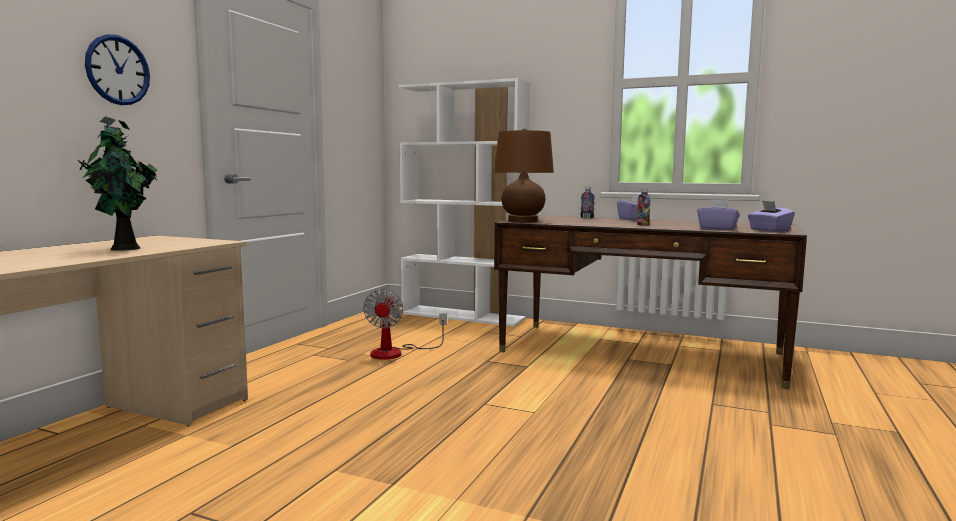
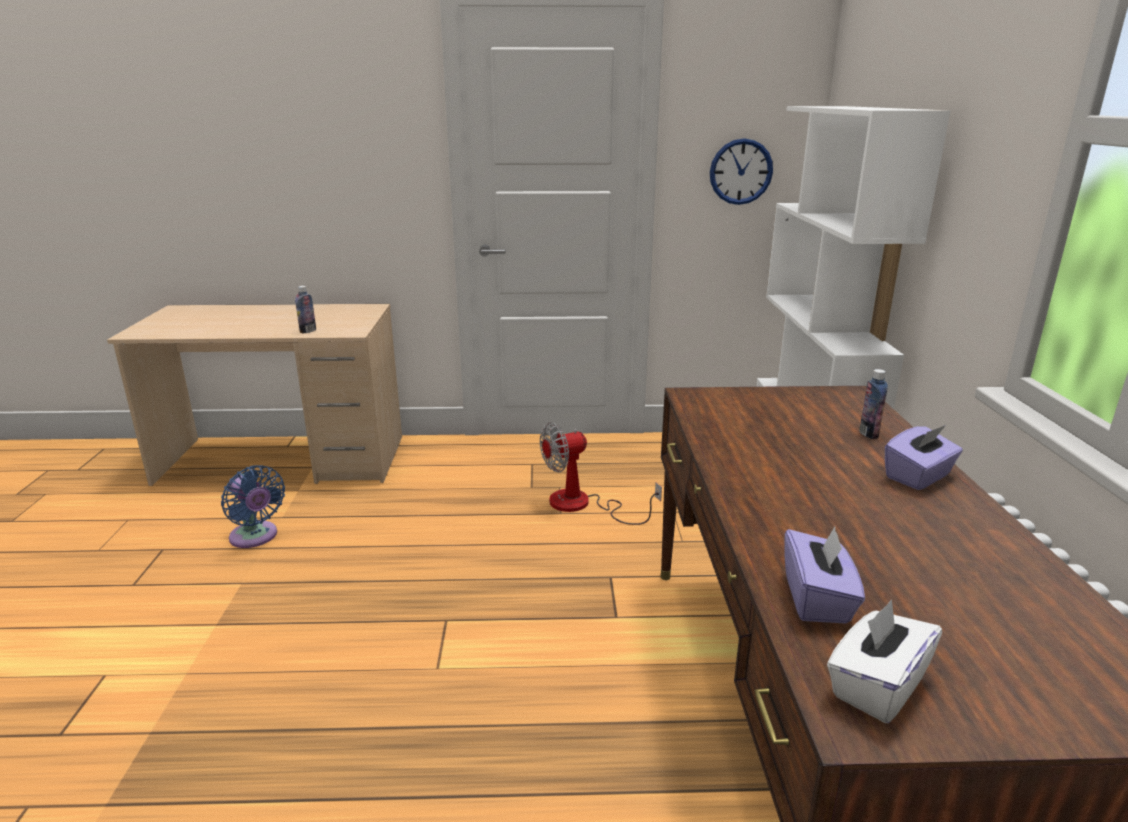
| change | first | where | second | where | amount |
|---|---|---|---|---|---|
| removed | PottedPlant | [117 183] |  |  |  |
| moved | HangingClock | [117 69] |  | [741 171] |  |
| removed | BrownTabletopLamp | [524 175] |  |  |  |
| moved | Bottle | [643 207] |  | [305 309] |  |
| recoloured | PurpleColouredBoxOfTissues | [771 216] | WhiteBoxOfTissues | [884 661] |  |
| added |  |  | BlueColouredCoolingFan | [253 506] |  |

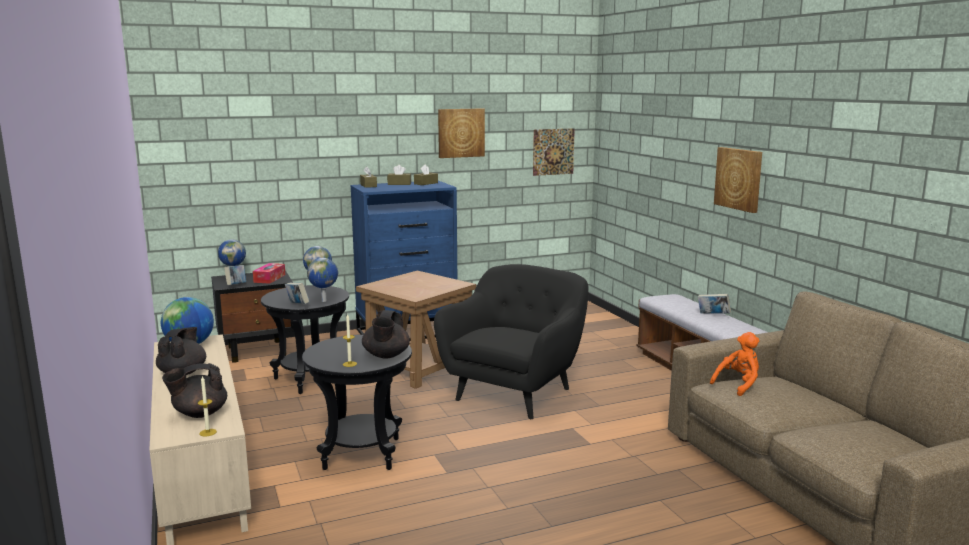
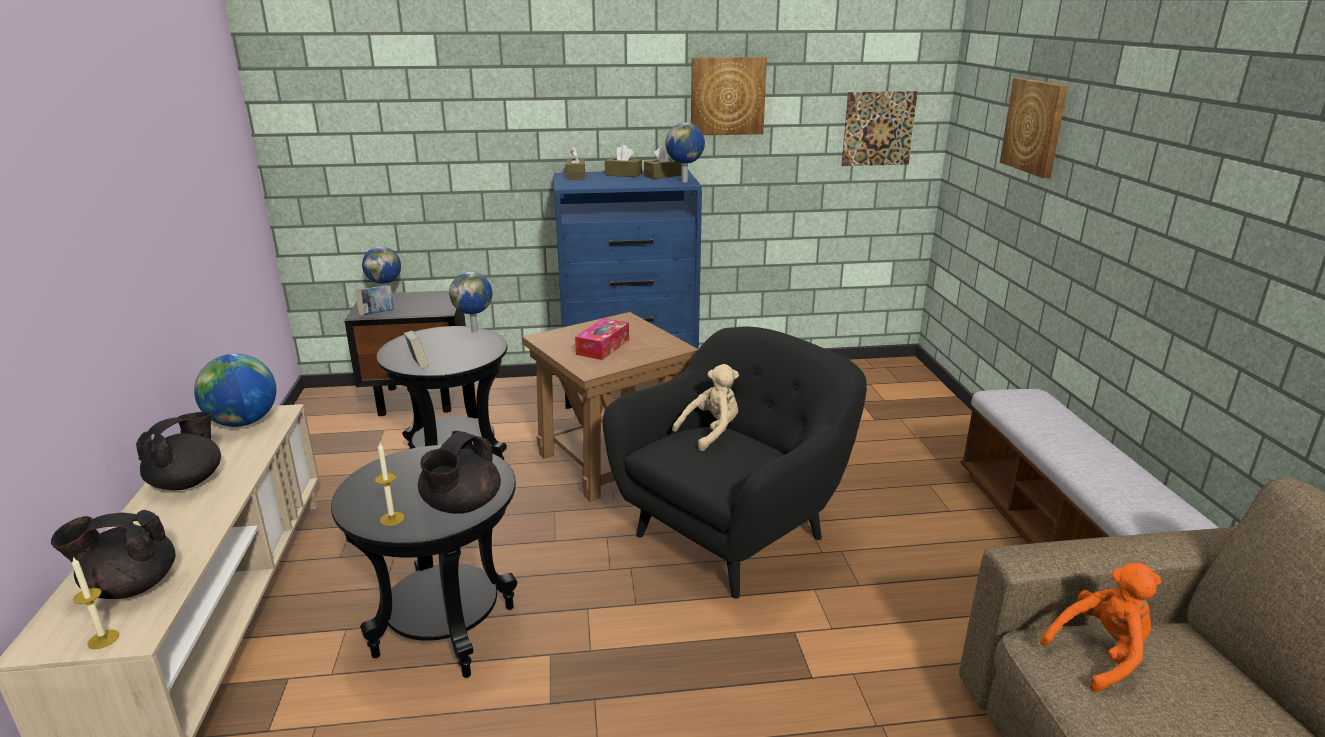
| change | first | where | second | where | amount |
|---|---|---|---|---|---|
| moved | BoxOfTissues | [269 273] |  | [602 339] |  |
| moved | WorldGlobe | [322 280] |  | [685 153] |  |
| removed | Book | [714 304] |  |  |  |
| moved | Picture | [738 180] |  | [1034 128] |  |
| added |  |  | SandColouredPlushToy | [705 407] |  |

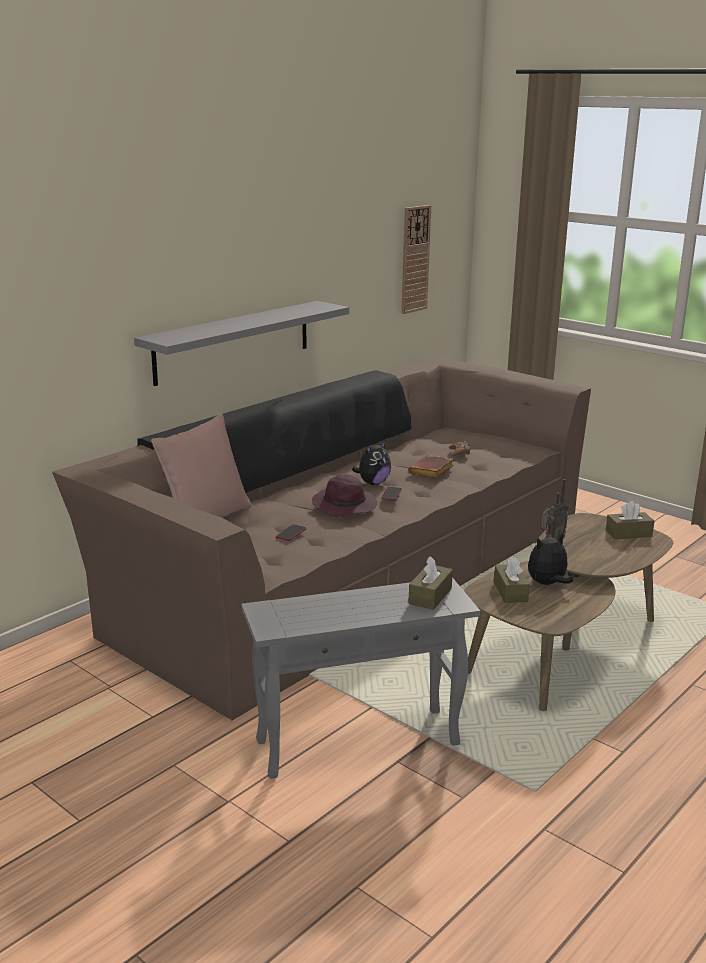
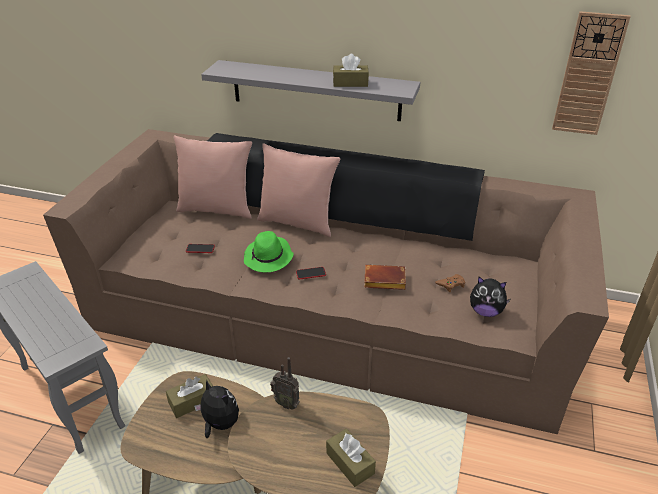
| change | first | where | second | where | amount |
|---|---|---|---|---|---|
| recoloured | PurpleColouredWearableHat | [345 495] | GreenishWearableHat | [269 252] |  |
| moved | PlushToy | [371 462] |  | [490 296] |  |
| moved | BrownBoxOfTissues | [430 583] |  | [351 70] |  |
| added |  |  | PinkishPillow | [298 190] |  |

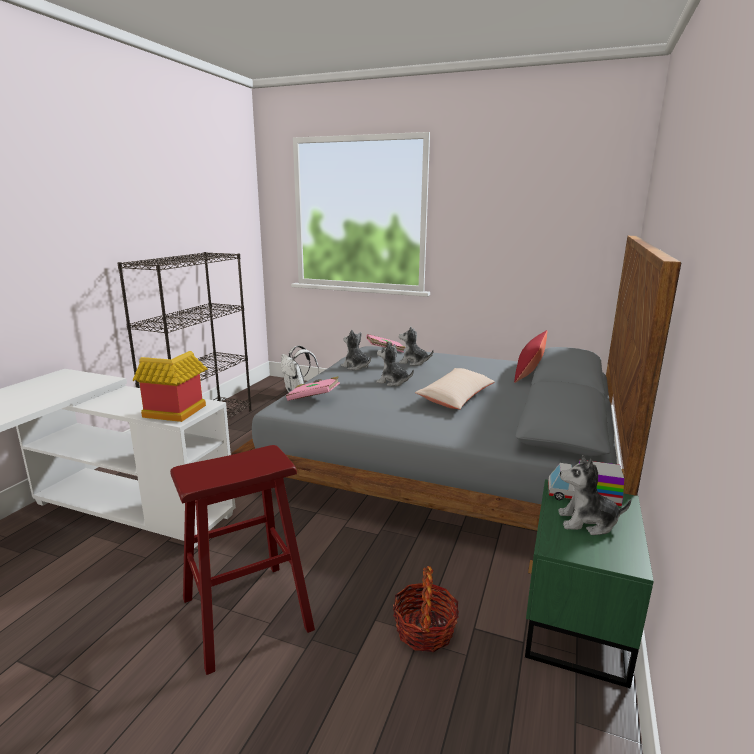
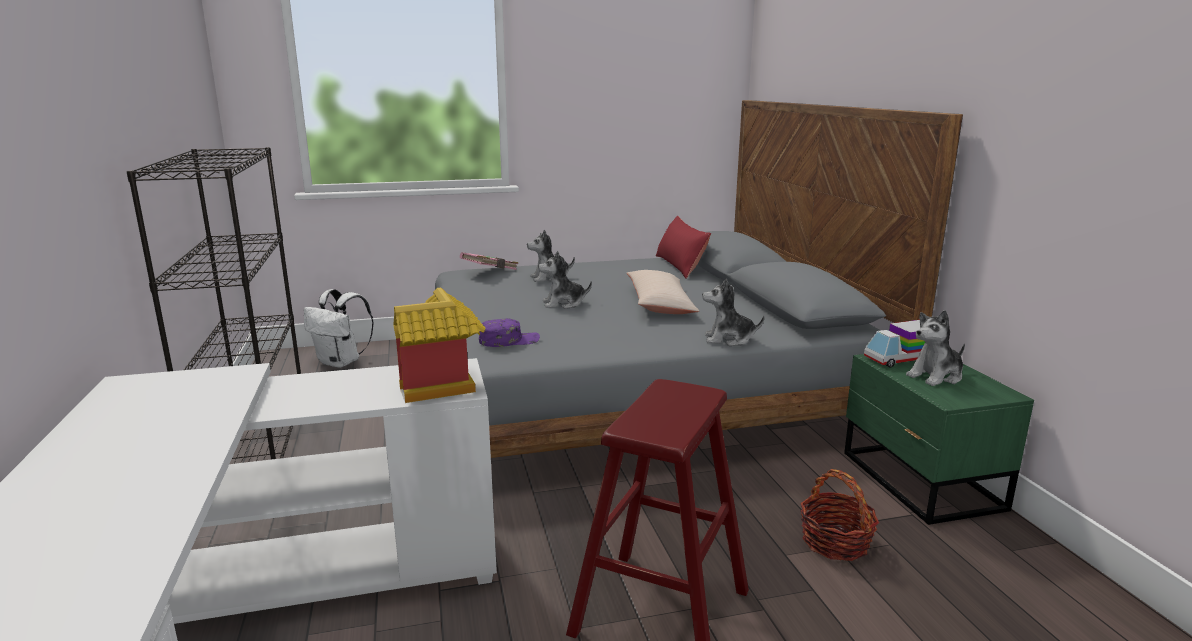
| change | first | where | second | where | amount |
|---|---|---|---|---|---|
| replaced | PinkishBook | [313 388] | PurpleColouredPeakedCap | [509 332] |  |
| moved | PlushToy | [356 350] |  | [733 312] |  |

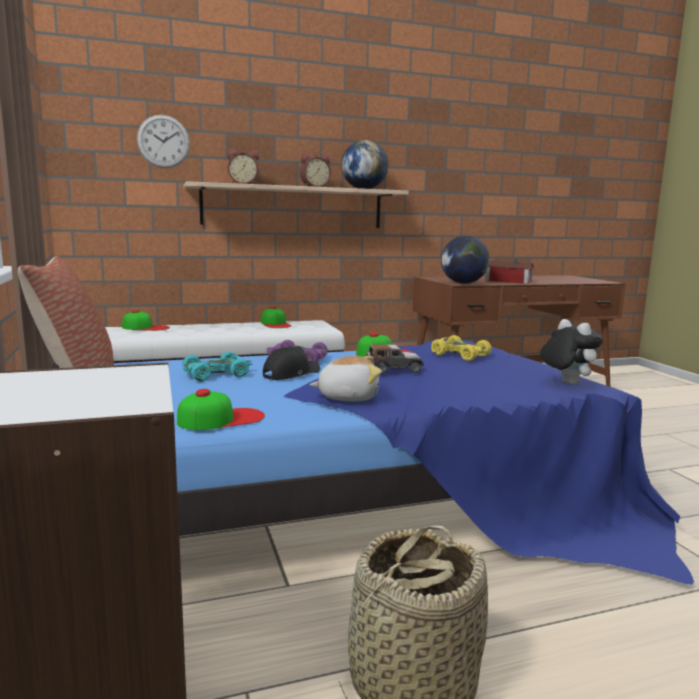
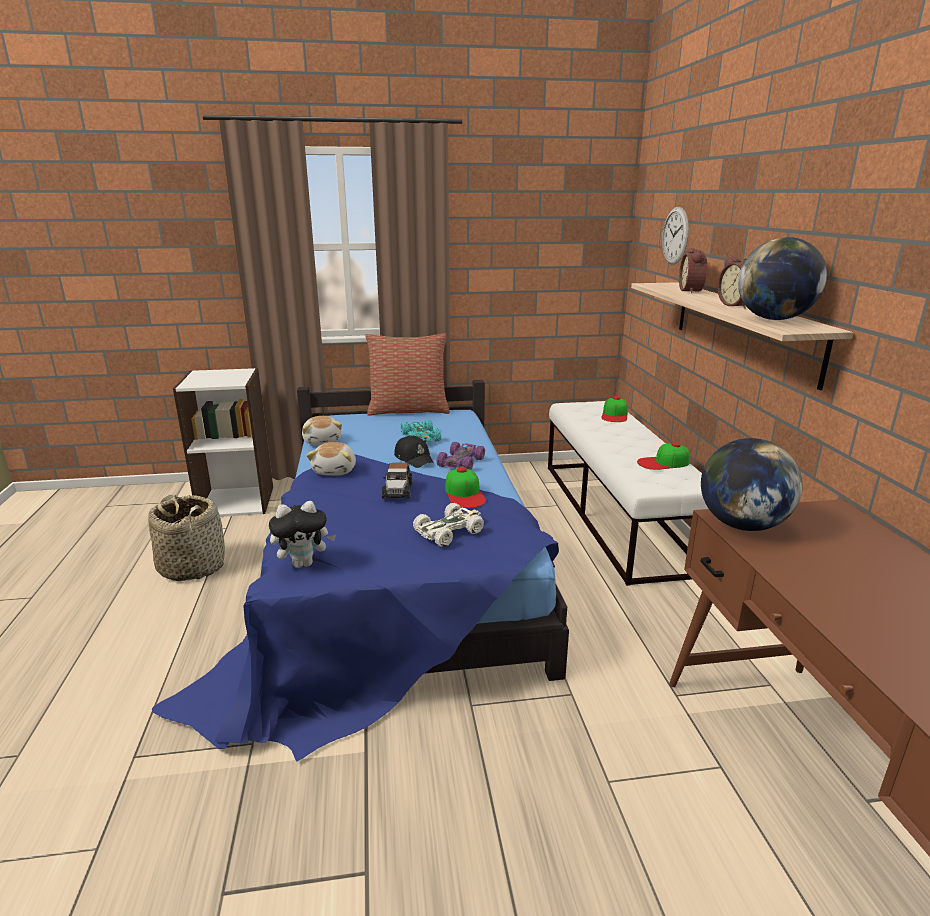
| change | first | where | second | where | amount |
|---|---|---|---|---|---|
| replaced | PeakedCap | [221 409] | PlushToy | [322 430] |  |
| recoloured | YellowColouredMiniatureCar | [461 348] | WhiteMiniatureCar | [448 525] |  |
| removed | MiniatureHouse | [510 271] |  |  |  |

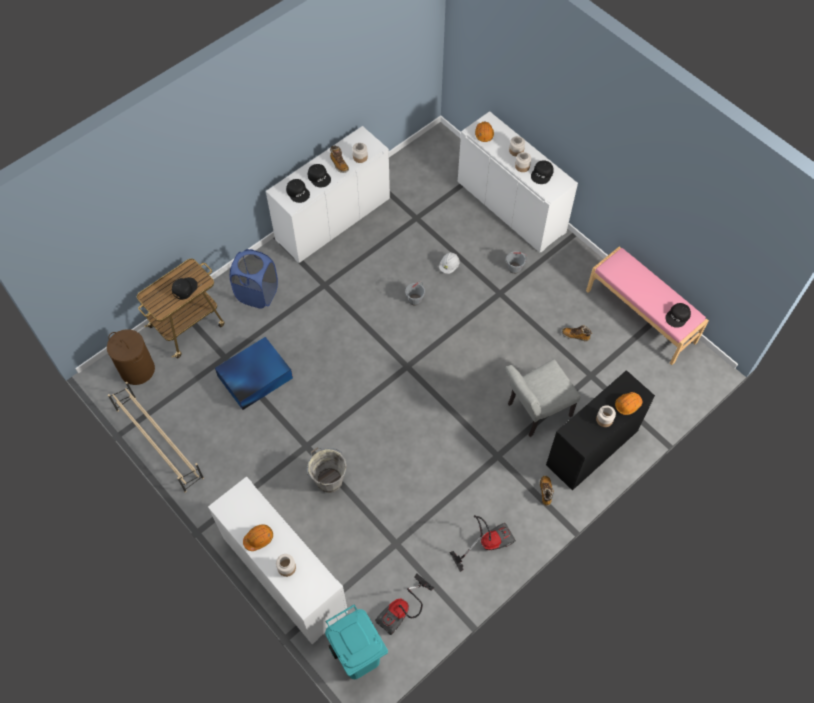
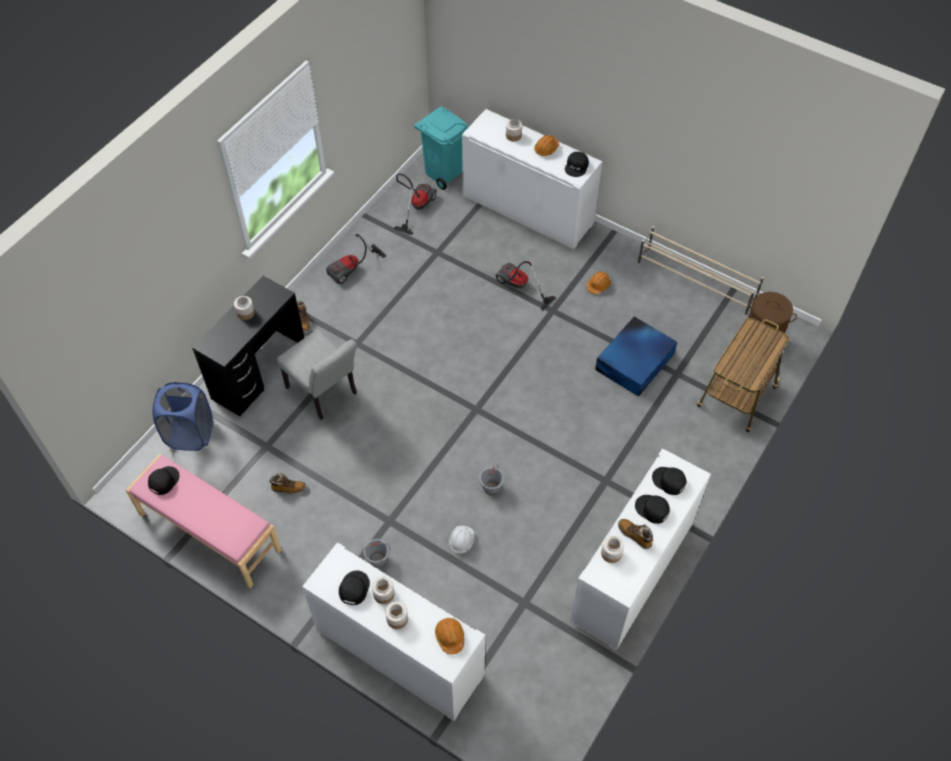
| change | first | where | second | where | amount |
|---|---|---|---|---|---|
| moved | BlackPeakedCap | [185 288] |  | [577 164] |  |
| moved | BlueColouredHamper | [254 279] |  | [183 416] |  |
| replaced | GreyishPail | [327 470] | VacuumCleaner | [525 286] |  |
| turned | GreyishChair | [543 398] |  | [317 374] | 90 degrees clockwise |
| moved | OrangeColouredHardHat | [628 403] |  | [598 282] |  |

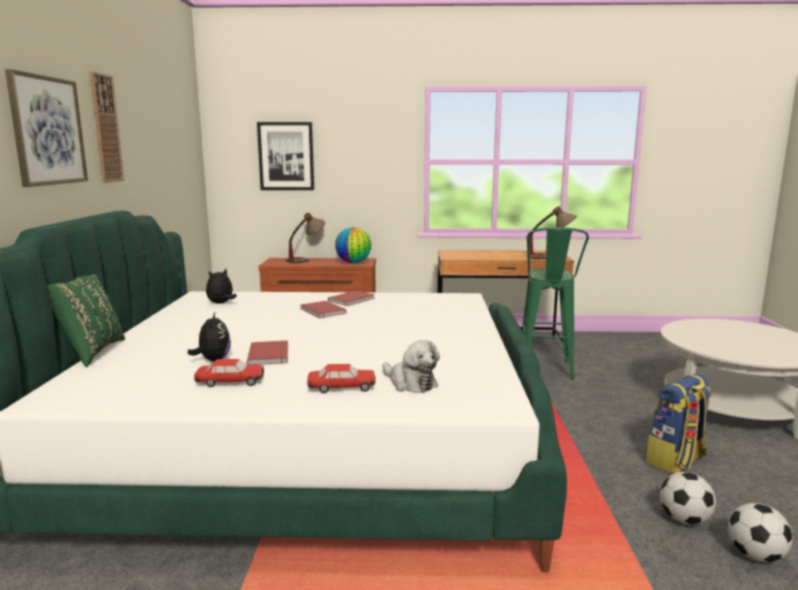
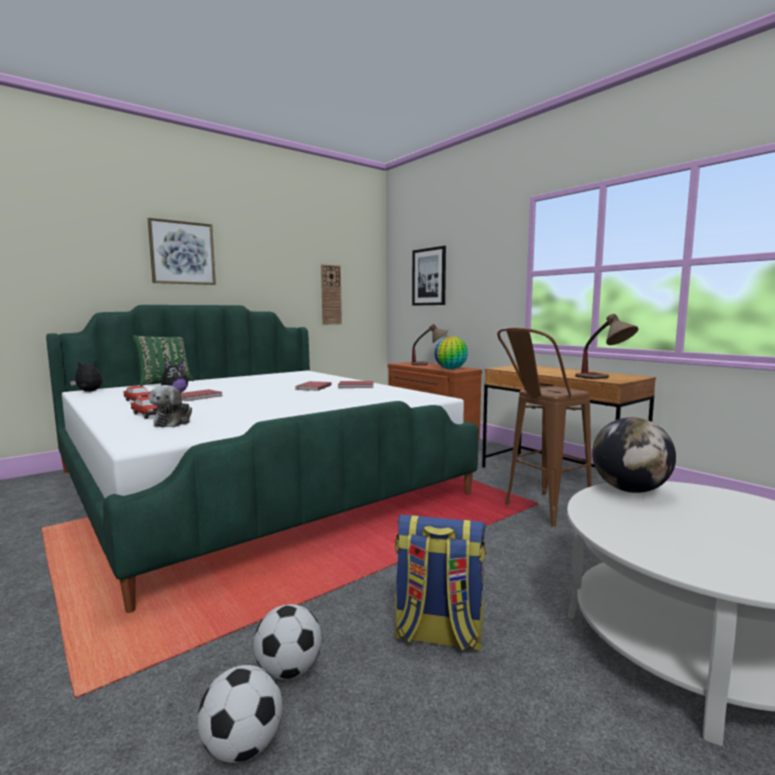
| change | first | where | second | where | amount |
|---|---|---|---|---|---|
| moved | HangingClock | [107 127] |  | [331 295] |  |
| moved | PlushToy | [221 286] |  | [86 376] |  |
| recoloured | GreenishStool | [555 303] | BrownStool | [544 427] |  |
| added |  |  | WorldGlobe | [634 455] |  |

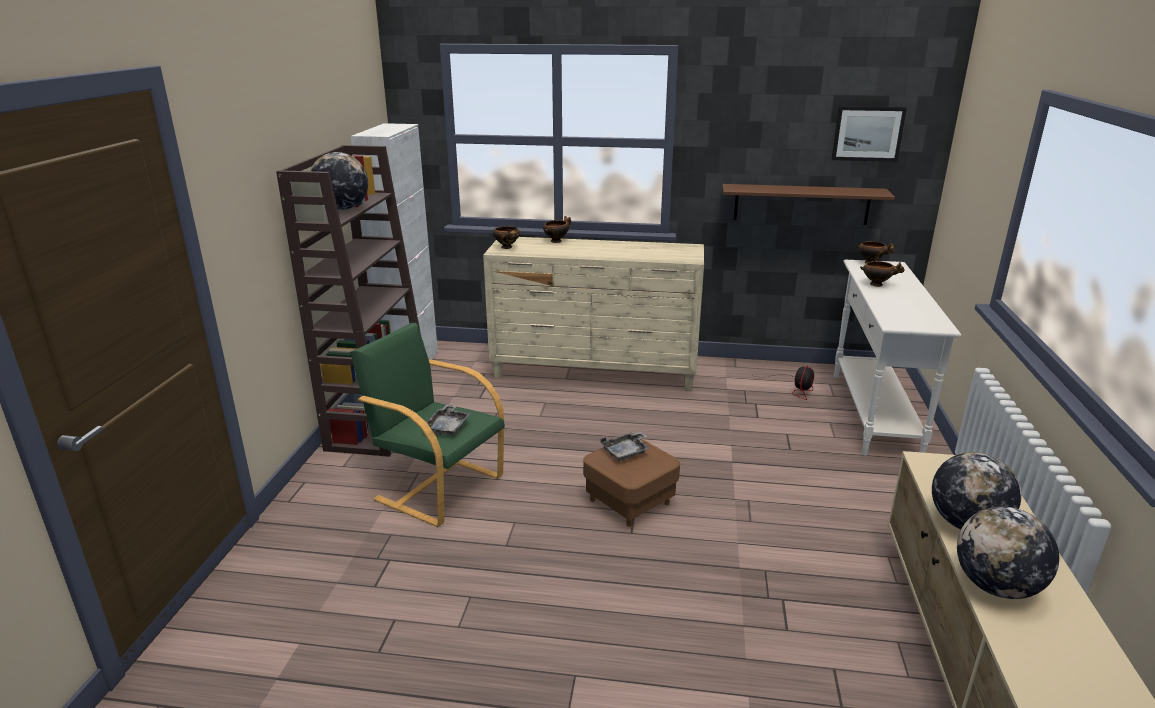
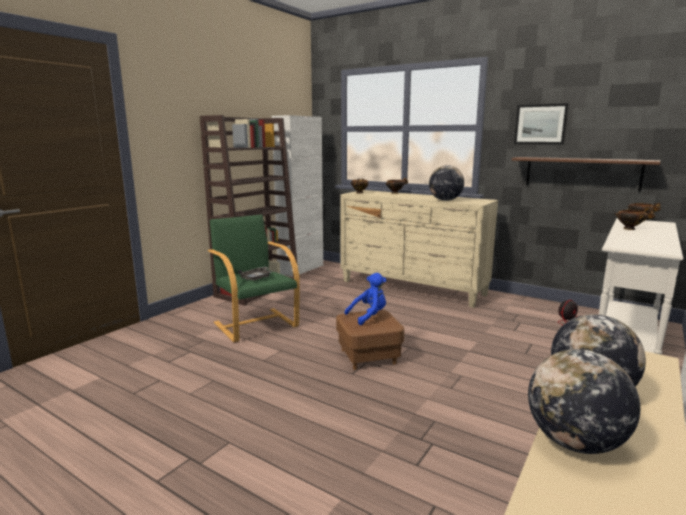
| change | first | where | second | where | amount |
|---|---|---|---|---|---|
| moved | WorldGlobe | [339 181] |  | [446 183] |  |
| replaced | GreyishTray | [625 446] | BlueColouredPlushToy | [365 299] |  |
| moved | Picture | [869 134] |  | [541 124] |  |

